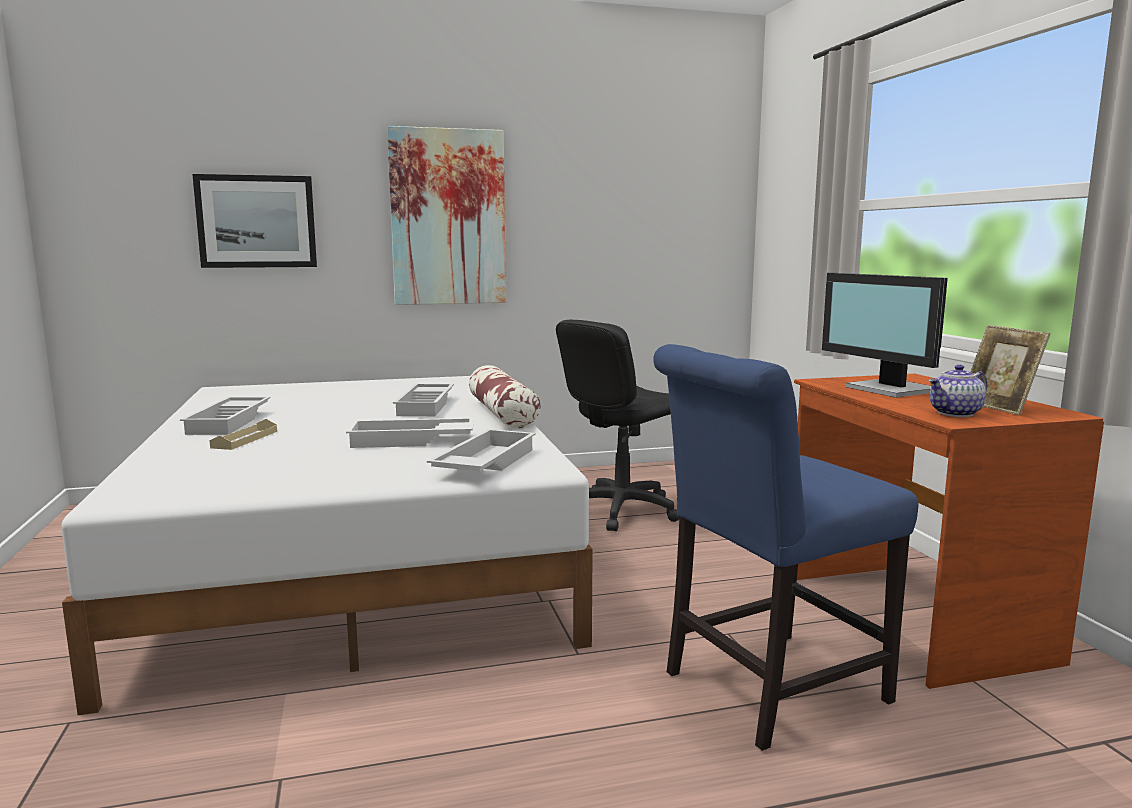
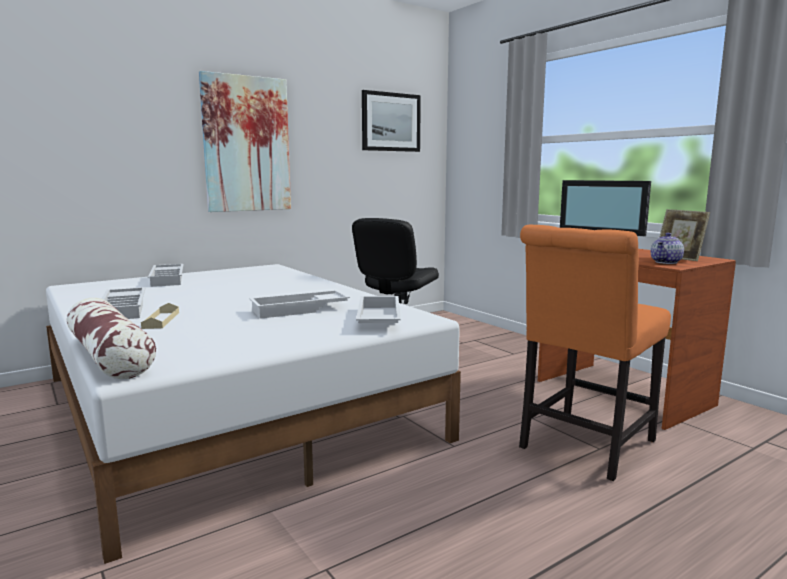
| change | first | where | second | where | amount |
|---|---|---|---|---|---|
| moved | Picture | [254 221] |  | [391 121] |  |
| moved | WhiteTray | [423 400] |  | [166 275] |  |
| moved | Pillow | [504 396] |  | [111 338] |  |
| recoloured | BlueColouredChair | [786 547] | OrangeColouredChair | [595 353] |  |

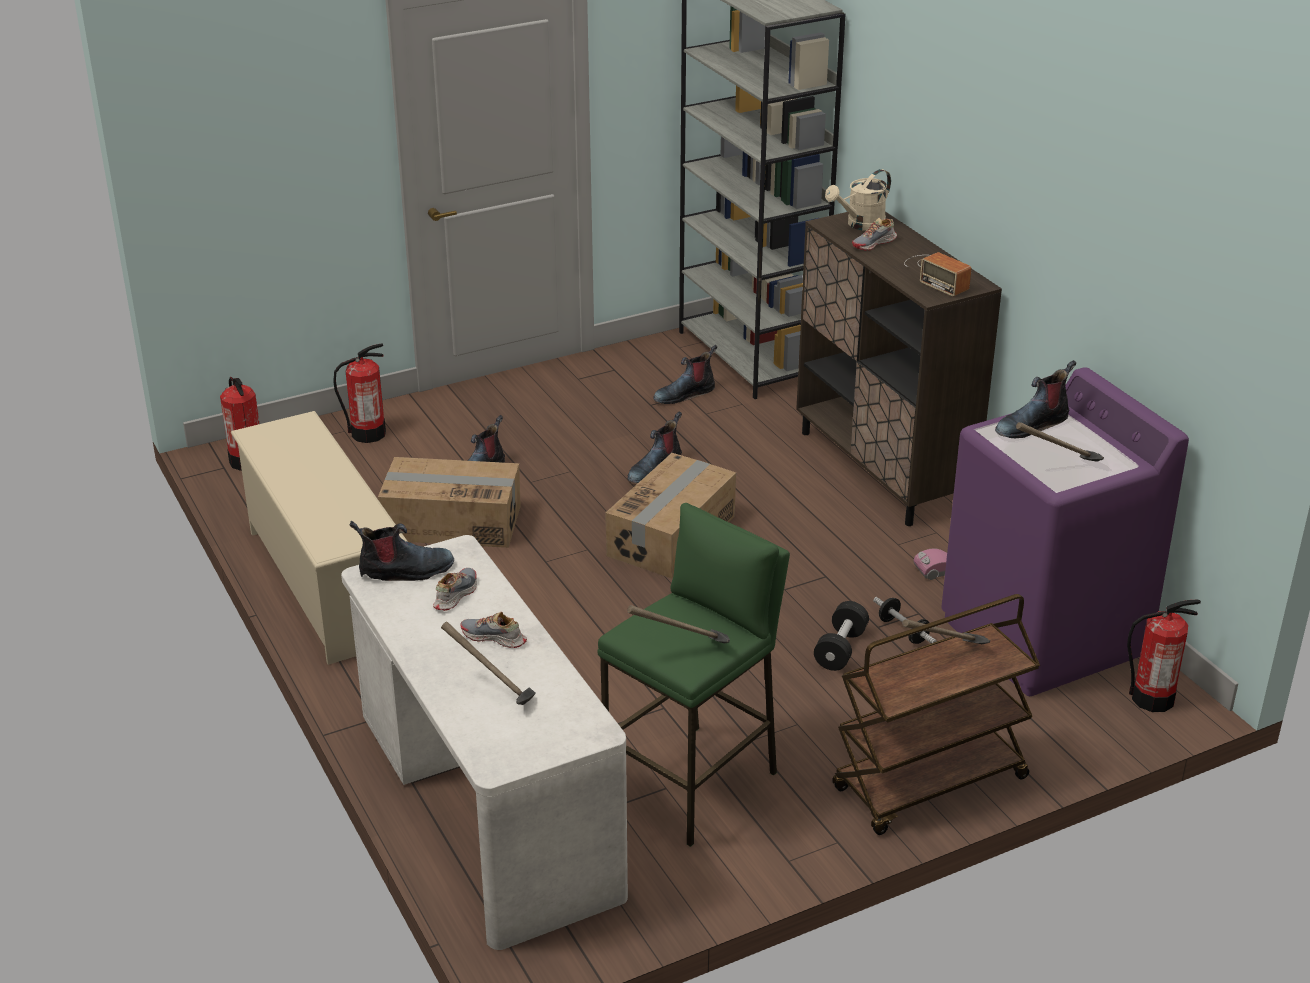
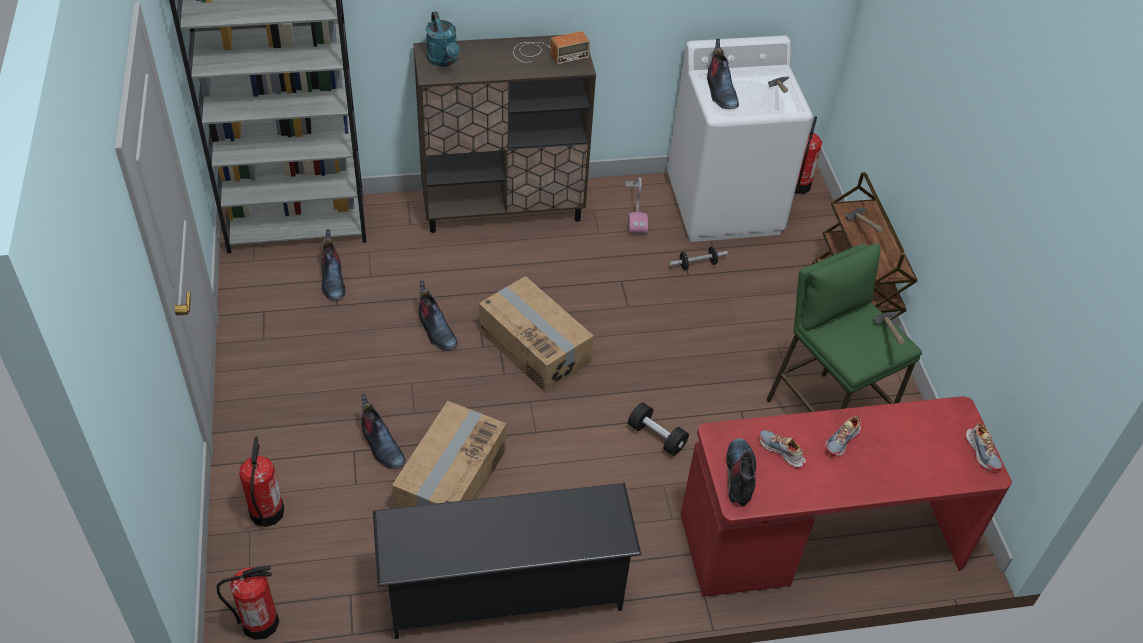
| change | first | where | second | where | amount |
|---|---|---|---|---|---|
| recoloured | SandColouredShoeStand | [319 538] | BlackShoeStand | [507 561] |  |
| recoloured | WhiteDeskUnit | [484 742] | RedDeskUnit | [846 496] |  |
| removed | Hammer | [488 663] |  |  |  |
| moved | BlackHandWeight | [841 636] |  | [658 429] |  |
| recoloured | SandColouredWateringCan | [858 200] | BlueGreenWateringCan | [443 39] |  |
| moved | ItemOfFootwear | [874 234] |  | [984 447] |  |
| recoloured | PurpleColouredWashingMachine | [1065 532] | WhiteWashingMachine | [740 138] |  |

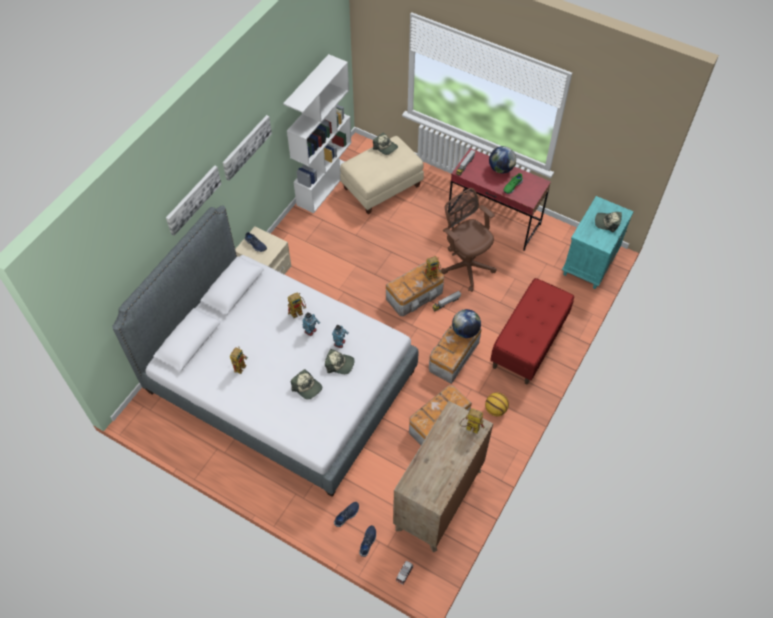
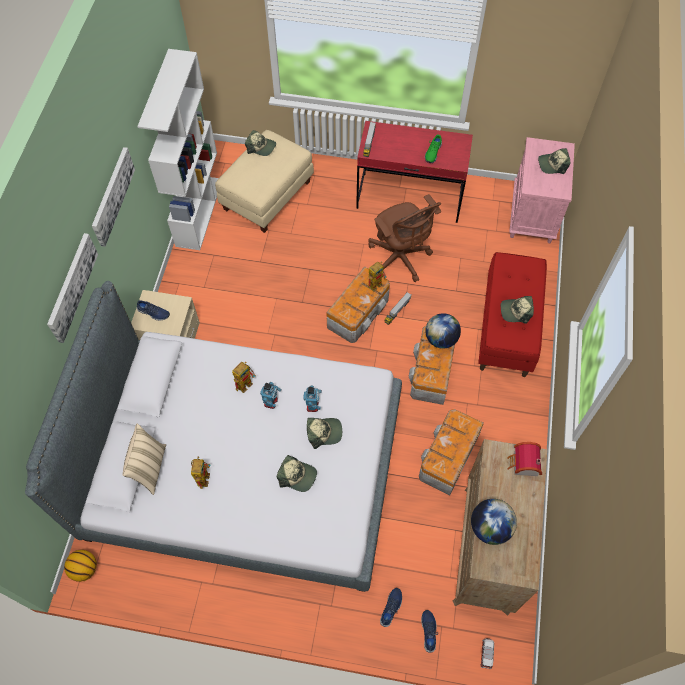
| change | first | where | second | where | amount |
|---|---|---|---|---|---|
| turned | BrownComputerChair | [469 240] |  | [405 238] | 150 degrees counterclockwise |
| replaced | ModelRobot | [472 421] | MiniatureHouse | [524 459] |  |
| moved | Basketball | [497 404] |  | [80 566] |  |
| moved | WorldGlobe | [502 160] |  | [494 522] |  |
| recoloured | BlueGreenNightstand | [598 242] | PinkishNightstand | [542 190] |  |
| added |  |  | SandColouredPillow | [144 459] |  |
| added |  |  | PeakedCap | [517 310] |  |

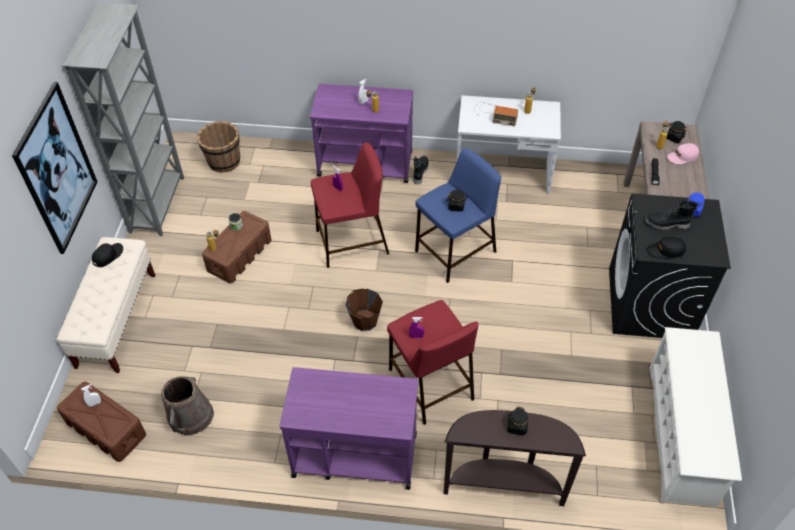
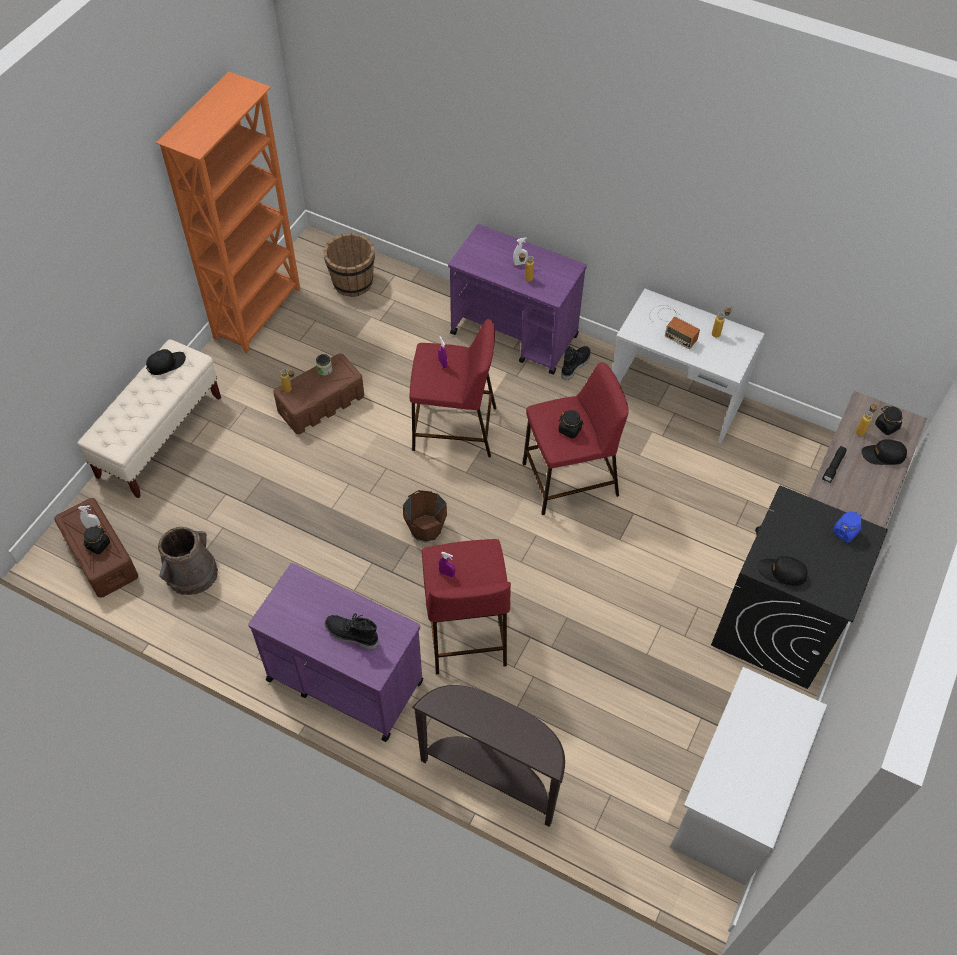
| change | first | where | second | where | amount |
|---|---|---|---|---|---|
| removed | Picture | [55 168] |  |  |  |
| recoloured | GreyishShelvingUnit | [123 119] | OrangeColouredShelvingUnit | [228 212] |  |
| recoloured | BlueColouredStool | [458 215] | RedStool | [575 438] |  |
| moved | BlackStorageJar | [517 420] |  | [97 539] |  |
| moved | BlackHighTopBoot | [671 215] |  | [352 631] |  |
| replaced | WhiteShoeStand | [696 417] | WhiteDeskUnit | [748 776] |  |
| recoloured | PinkishPeakedCap | [683 153] | BlackPeakedCap | [884 452] |  |

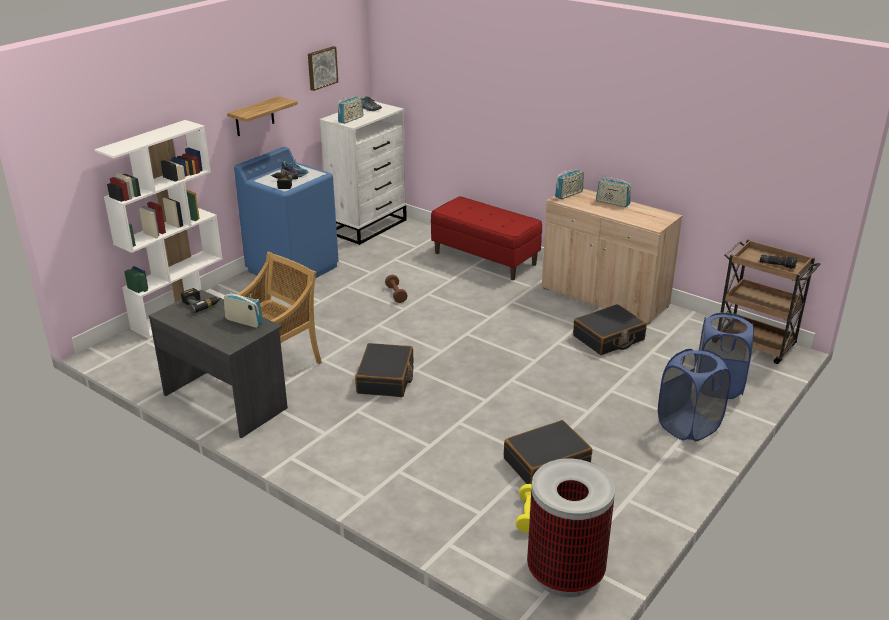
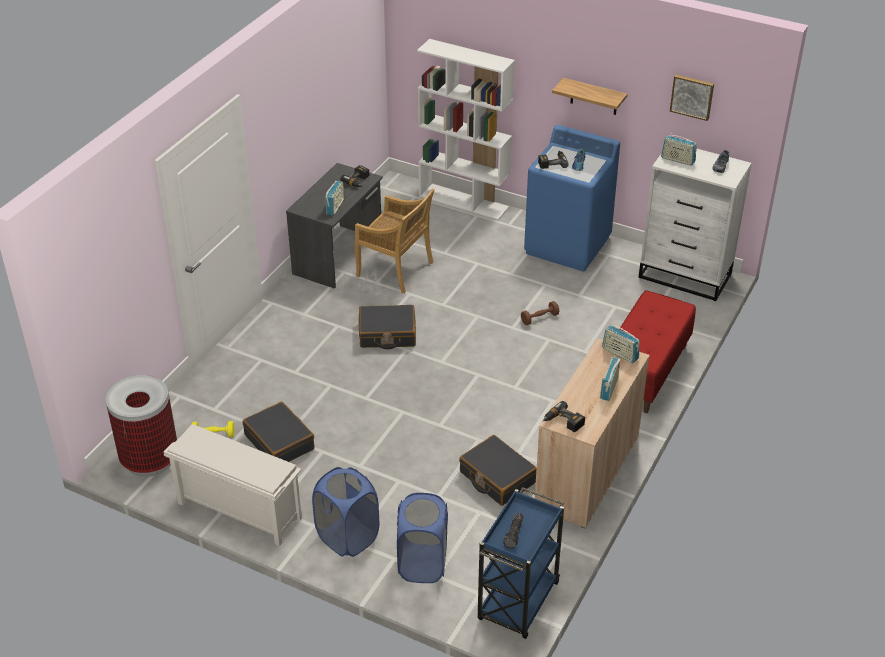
| change | first | where | second | where | amount |
|---|---|---|---|---|---|
| recoloured | BrownWheeledCart | [770 302] | BlueColouredWheeledCart | [521 563] |  |
| added |  |  | WhiteShoeStand | [233 485] |  |
| added |  |  | PowerDrill | [564 416] |  |

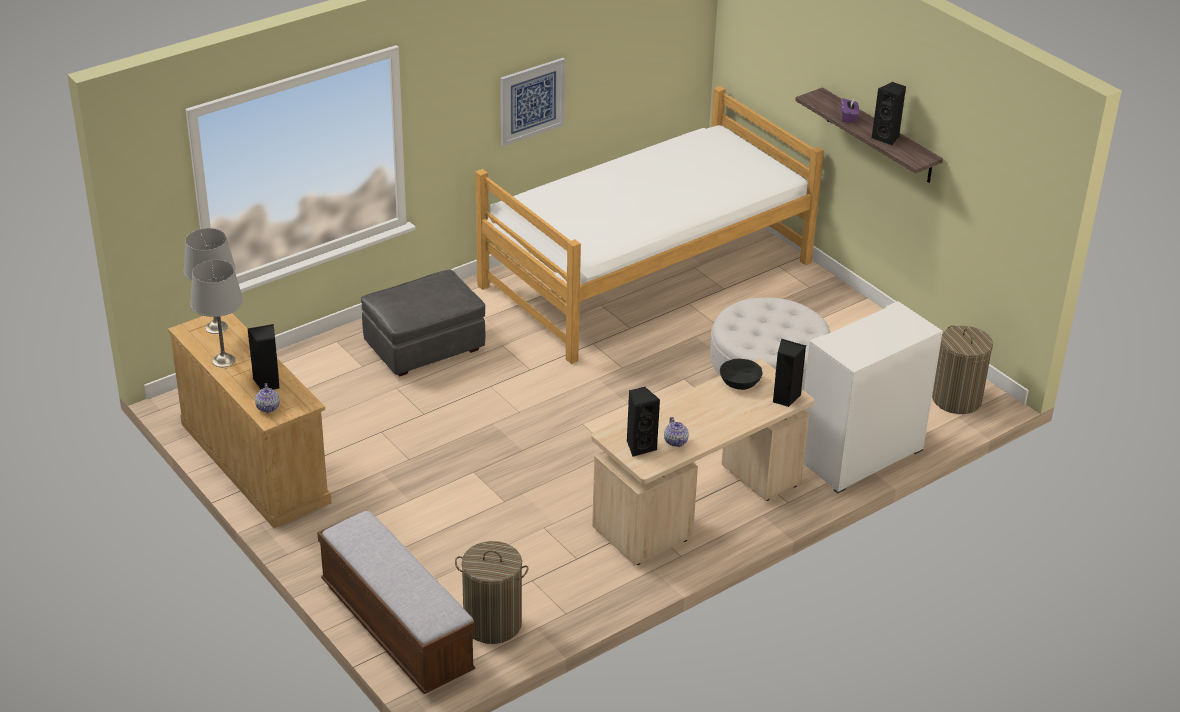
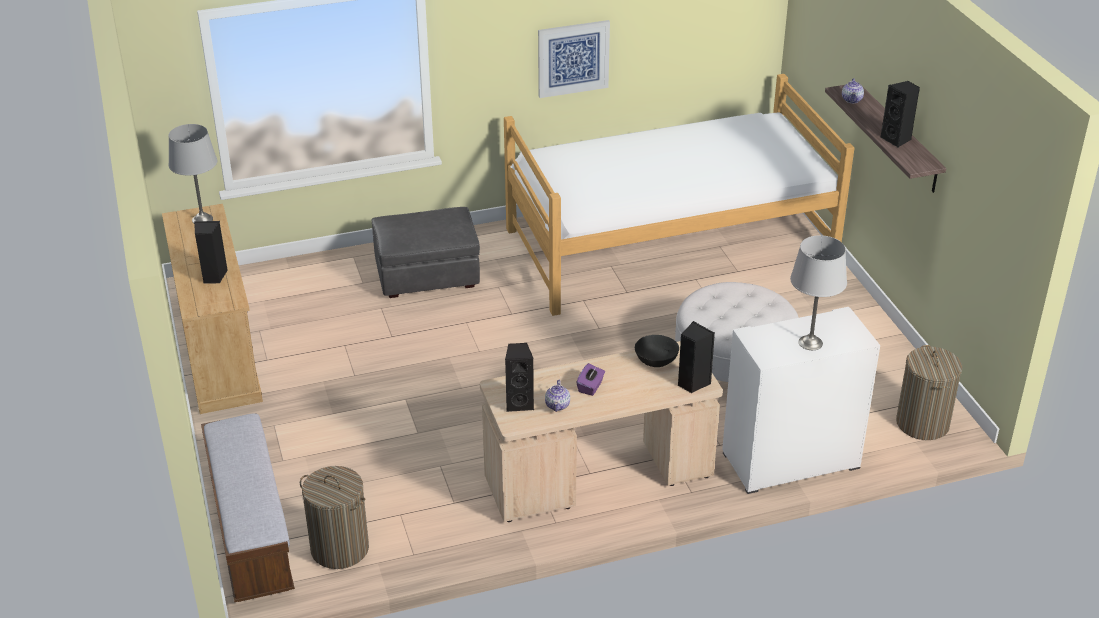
| change | first | where | second | where | amount |
|---|---|---|---|---|---|
| moved | GreyishTabletopLamp | [216 313] |  | [818 292] |  |
| moved | PotForTea | [267 398] |  | [853 90] |  |
| moved | PurpleColouredBoxOfTissues | [850 110] |  | [590 379] |  |

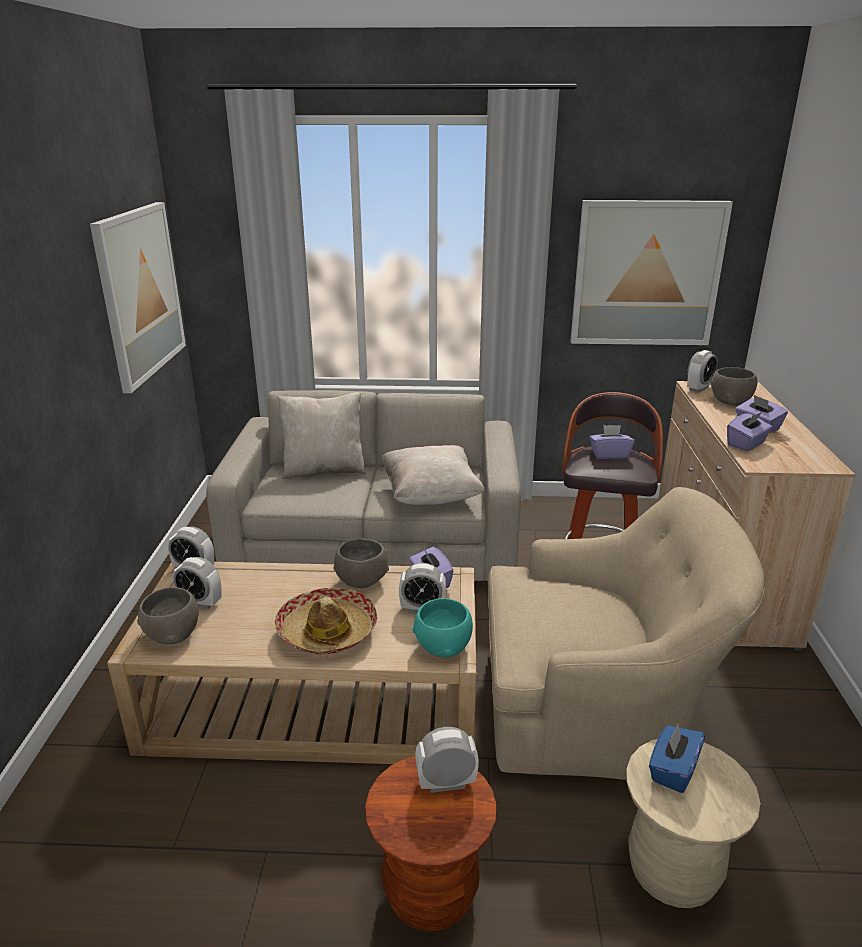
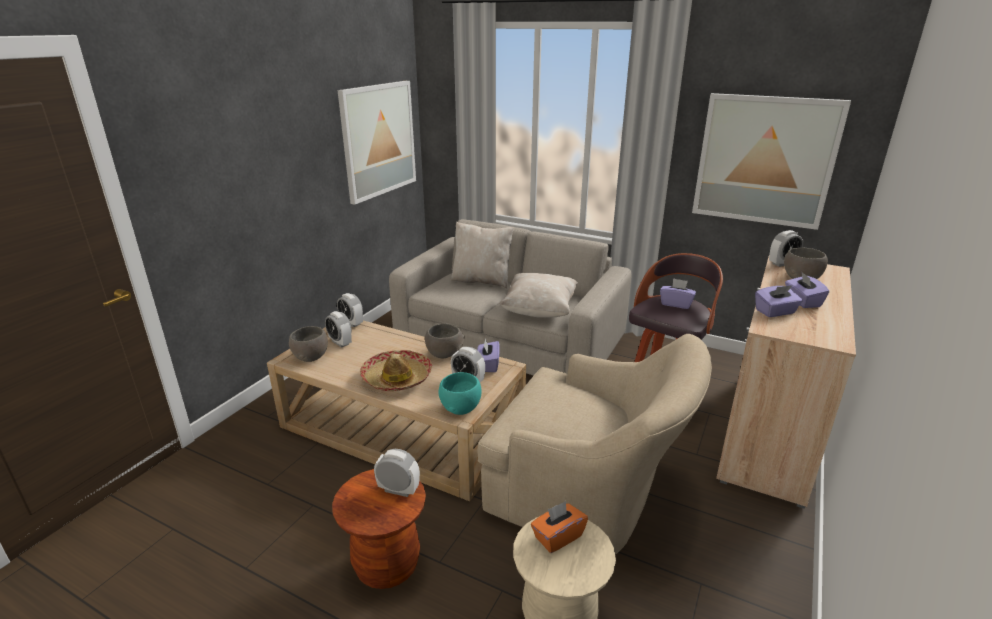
| change | first | where | second | where | amount |
|---|---|---|---|---|---|
| recoloured | BlueColouredBoxOfTissues | [677 758] | OrangeColouredBoxOfTissues | [559 527] |  |

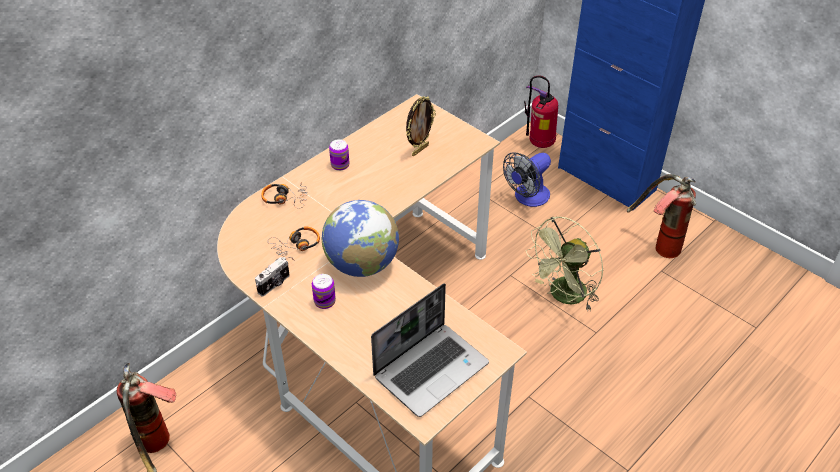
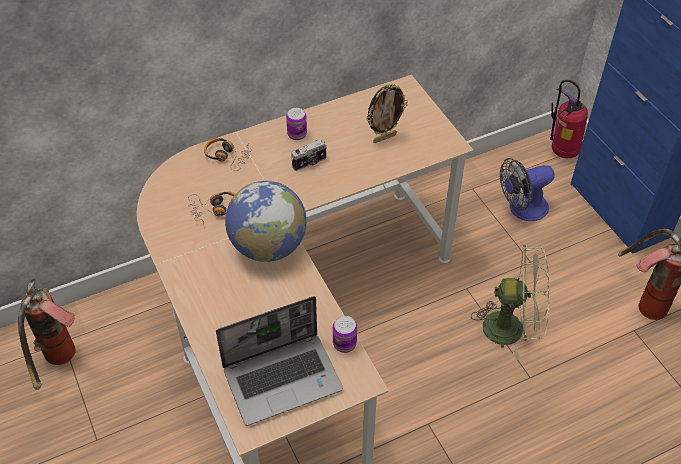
| change | first | where | second | where | amount |
|---|---|---|---|---|---|
| moved | PhotoCamera | [272 276] |  | [309 155] |  |
| moved | MetalCan | [324 291] |  | [345 334] |  |
| turned | GreenishCoolingFan | [564 264] |  | [510 302] | 150 degrees counterclockwise |

